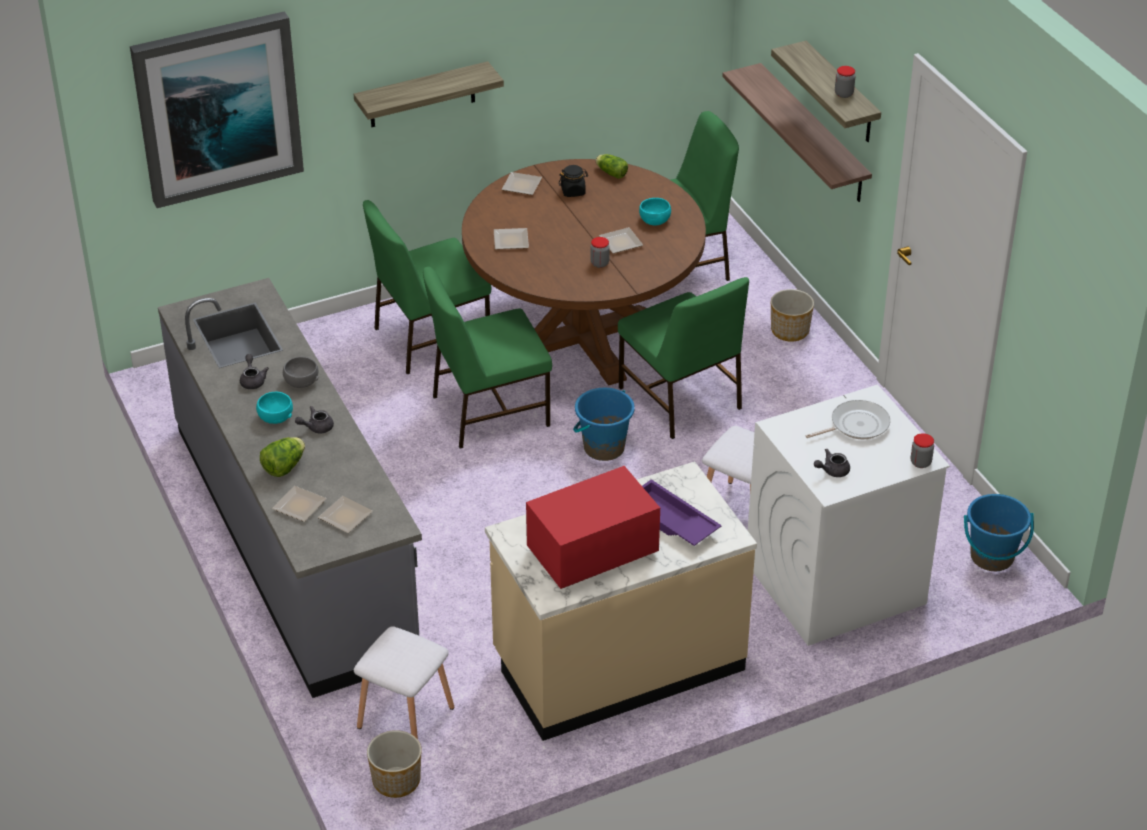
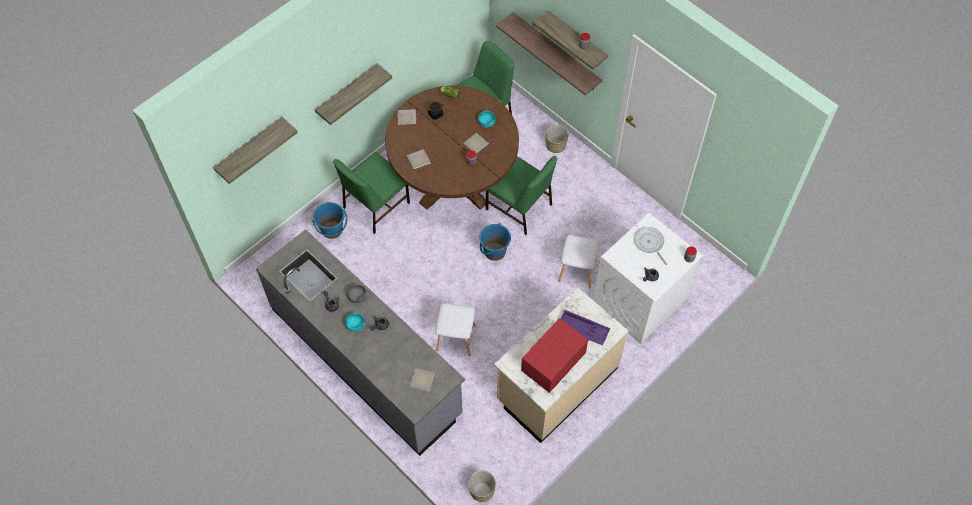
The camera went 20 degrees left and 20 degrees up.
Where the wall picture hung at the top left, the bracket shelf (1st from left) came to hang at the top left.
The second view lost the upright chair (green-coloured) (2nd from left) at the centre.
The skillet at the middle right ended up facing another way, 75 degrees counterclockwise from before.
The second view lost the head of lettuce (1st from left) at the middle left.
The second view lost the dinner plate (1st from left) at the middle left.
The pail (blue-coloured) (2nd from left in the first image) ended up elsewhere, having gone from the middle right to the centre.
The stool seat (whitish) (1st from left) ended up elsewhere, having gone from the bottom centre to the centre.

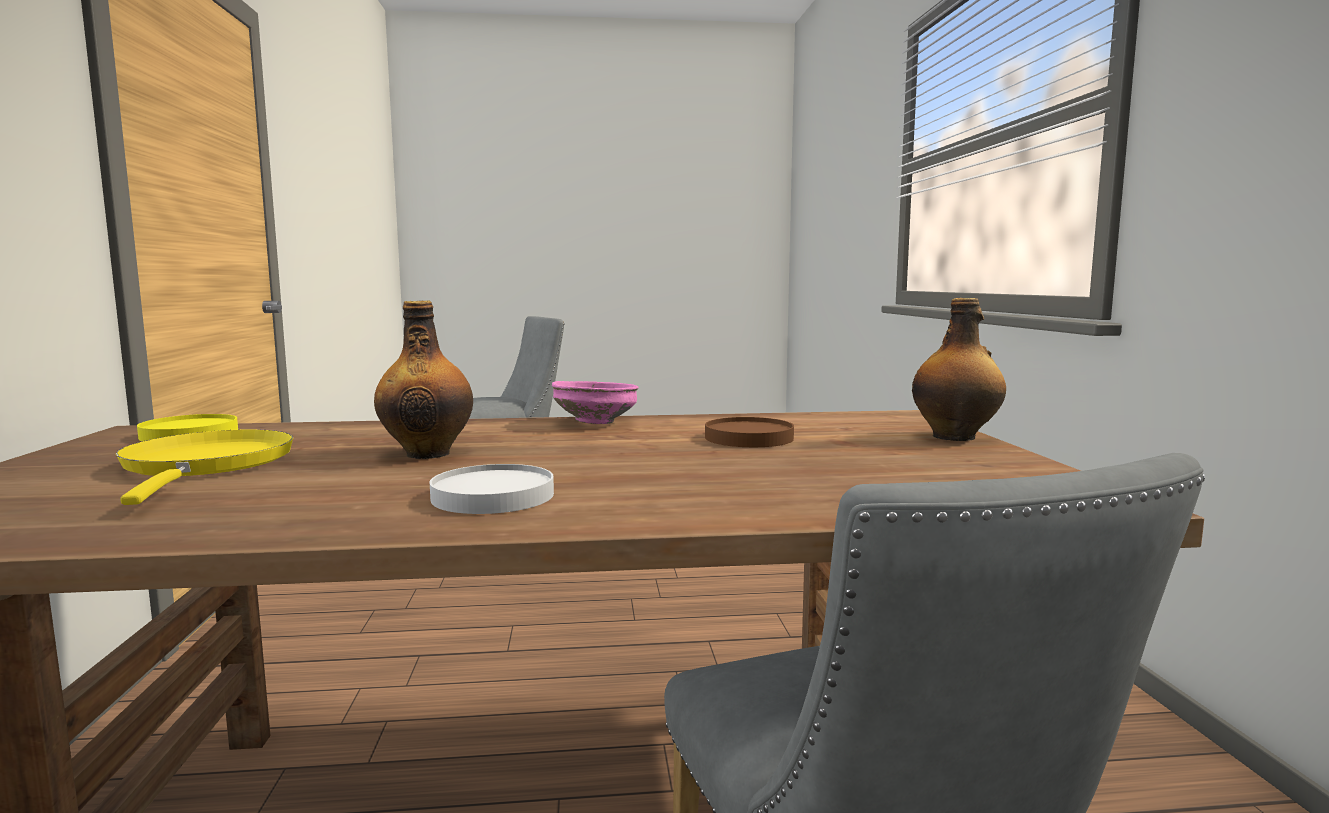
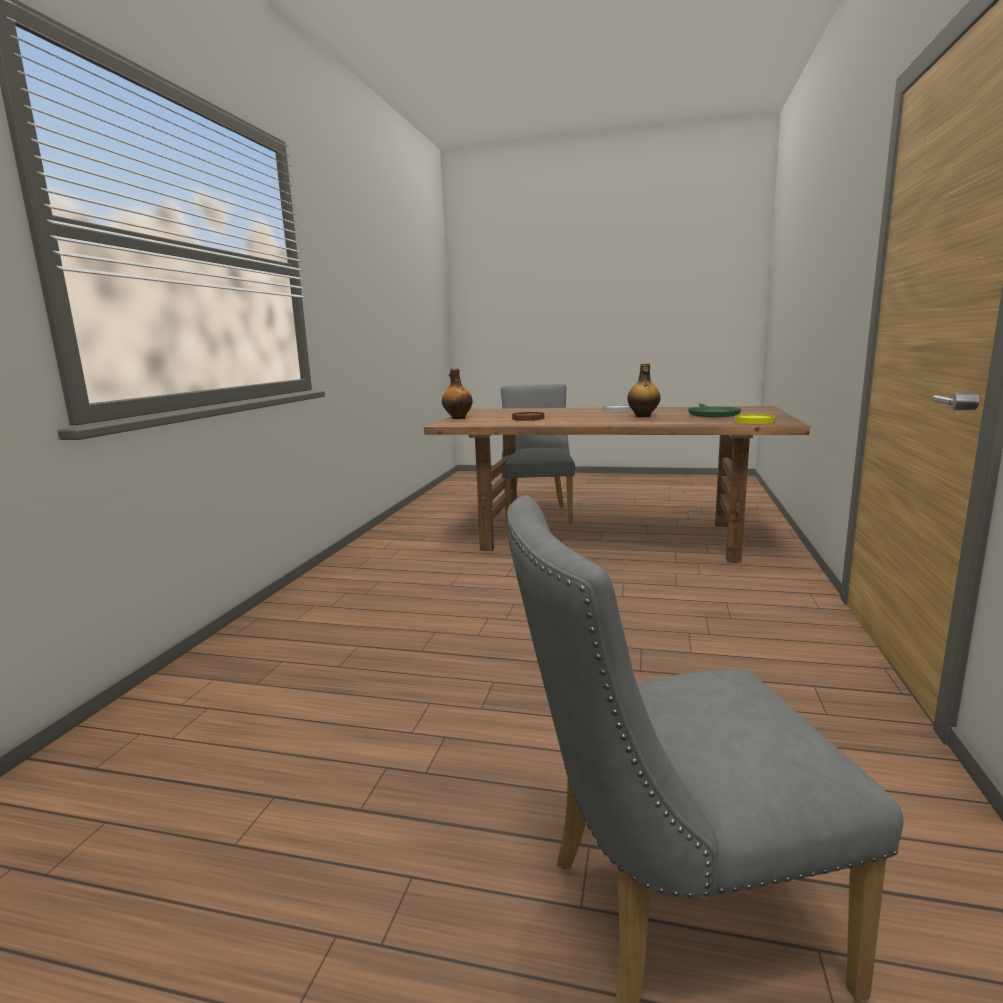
The camera went 160 degrees left and 5 degrees up.
The second view lost the serving bowl (pinkish) at the centre.
What was the skillet (yellow) at the middle left turned into the skillet (green-coloured) at the middle right.

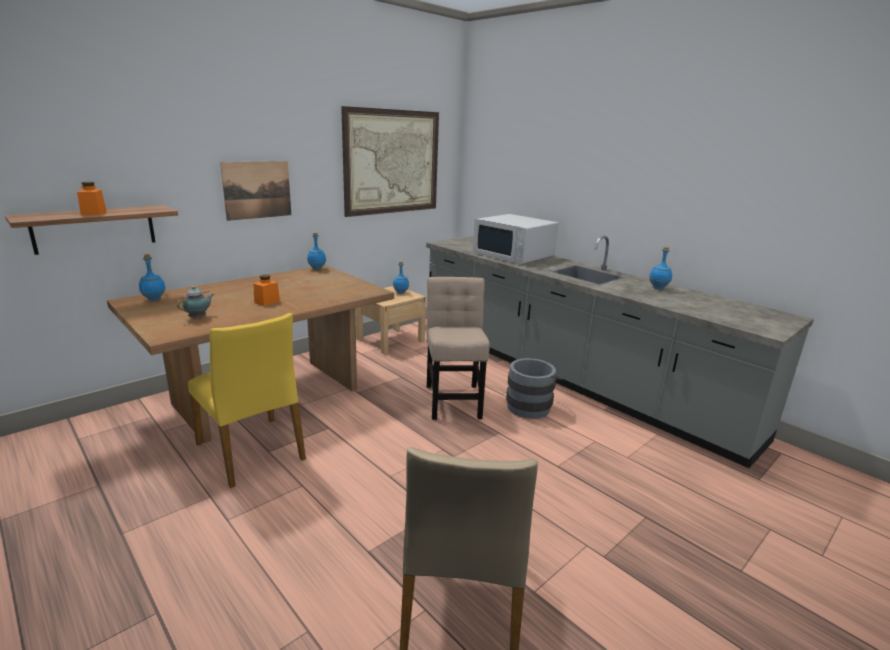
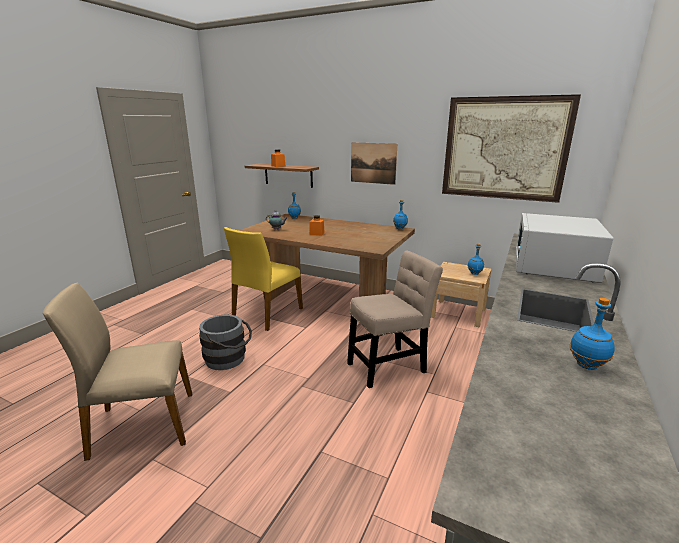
The camera went 70 degrees right and 0 degrees up.
The pail (greyish) ended up elsewhere, having gone from the centre to the middle left.

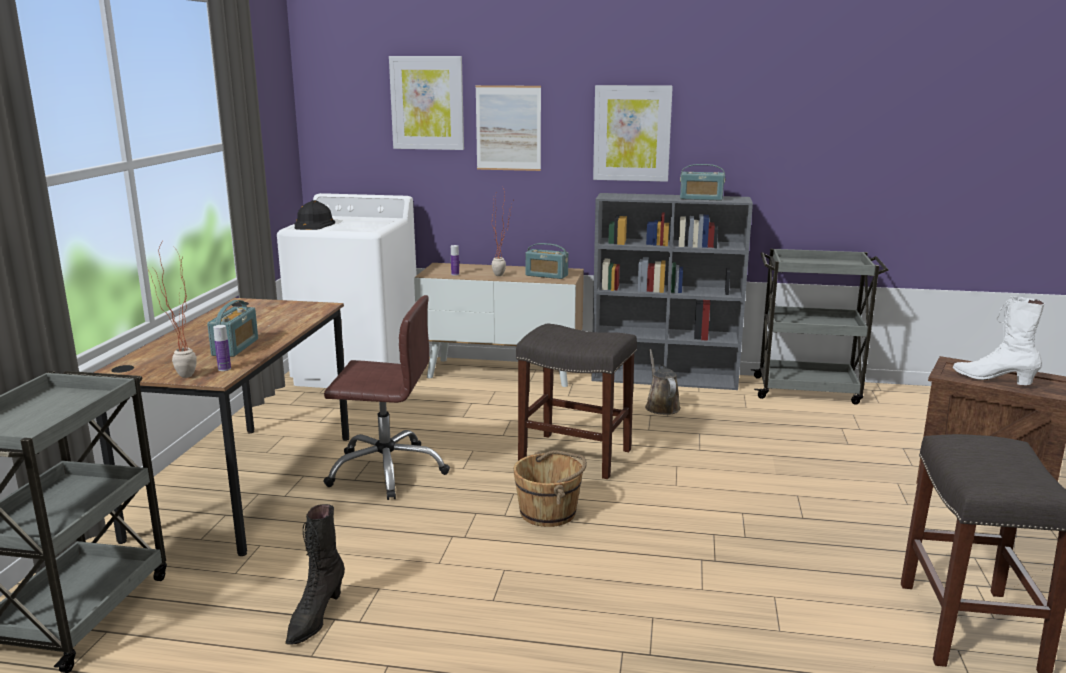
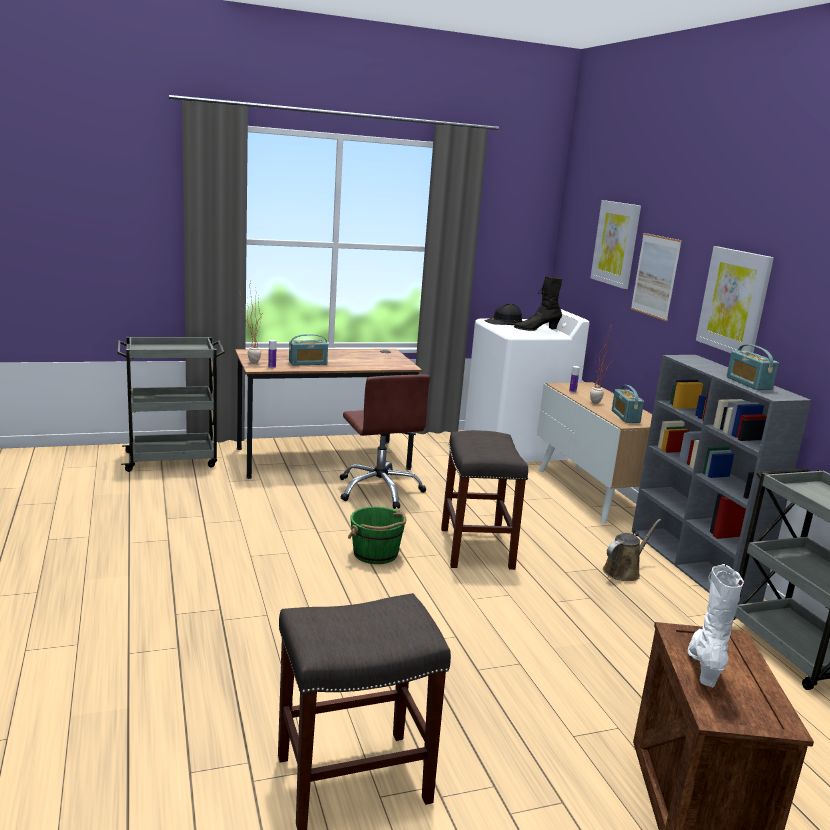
The camera went 60 degrees right and 0 degrees up.
What was the pail (brown-coloured) at the bottom centre turned into the pail (green-coloured) at the centre.
The high-top boot (black-coloured) ended up elsewhere, having gone from the bottom left to the centre.

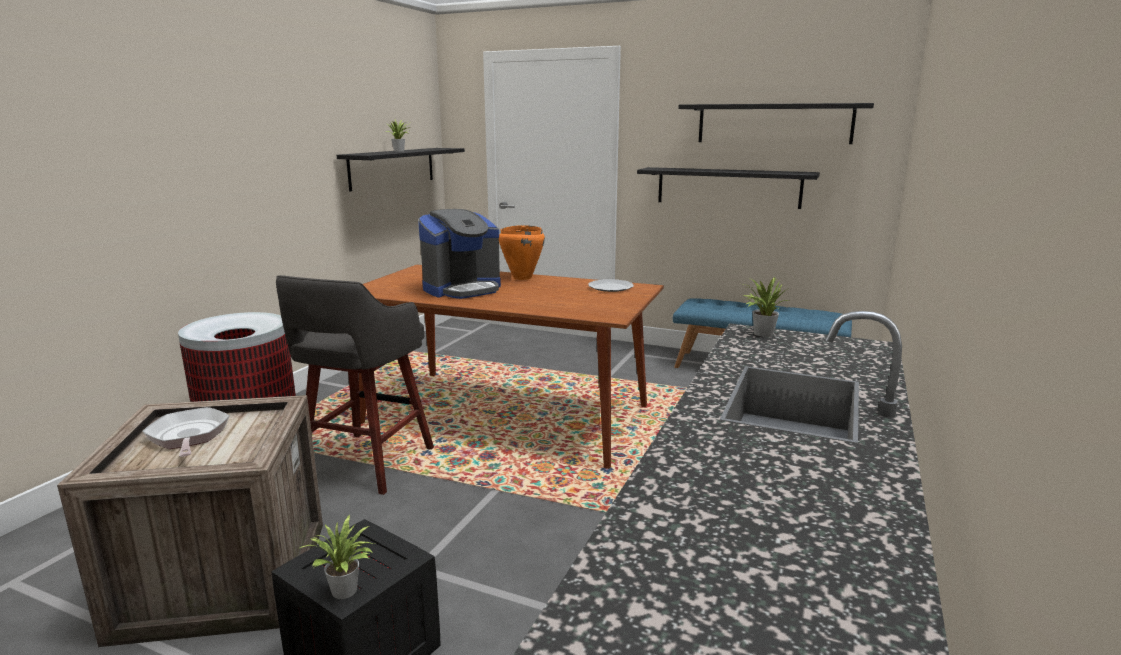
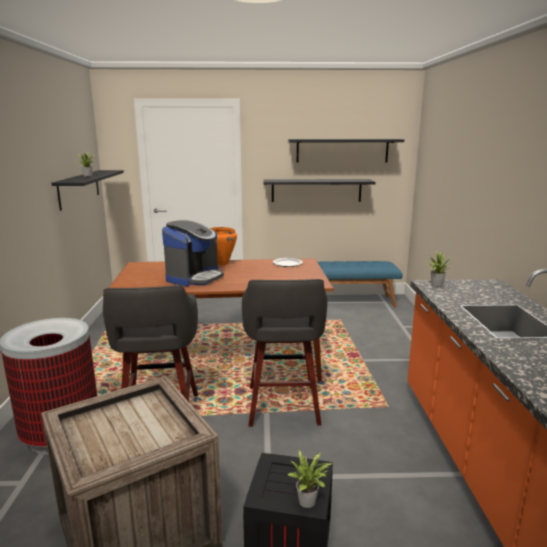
The camera went 25 degrees left and 0 degrees up.
The second view lost the skillet at the middle left.
The second view gained the stool seat (greyish) (2nd from left) at the centre.

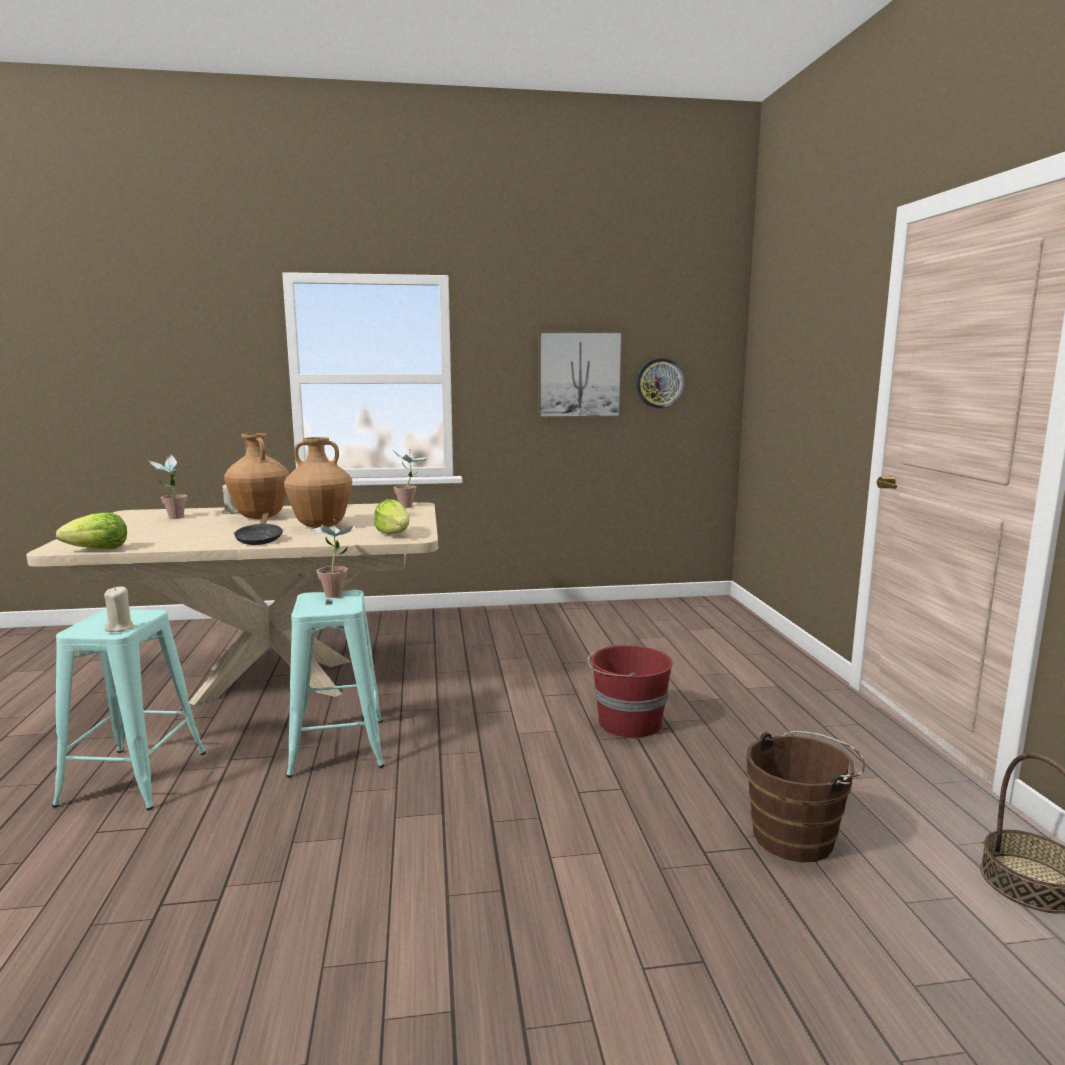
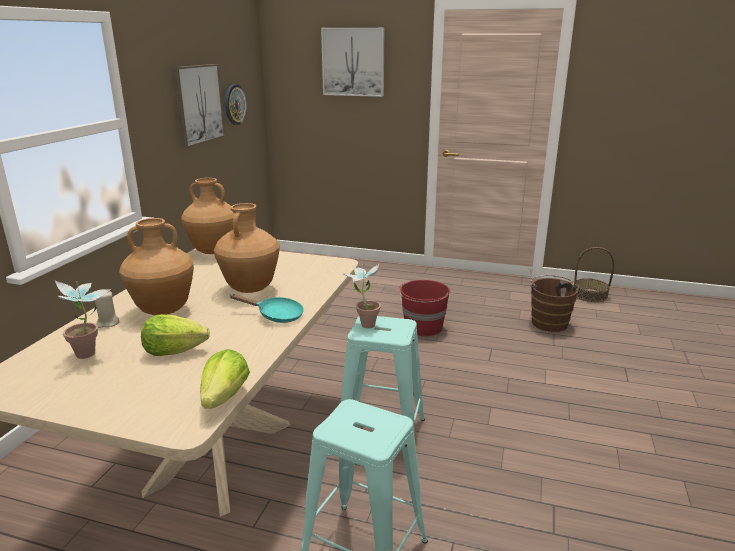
The camera went 65 degrees left and 10 degrees up.
Where the plant in a pot (3rd from left) stood at the centre, the flower vase (brown-coloured) (2nd from left) came to stand at the middle left.
The head of lettuce (2nd from left in the first image) ended up elsewhere, having gone from the centre to the middle left.
What was the skillet (black-coloured) at the middle left turned into the skillet (blue-green) at the centre.
The second view lost the candle (sand-coloured) (1st from left) at the middle left.
The second view gained the wall picture (2nd from left) at the top centre.

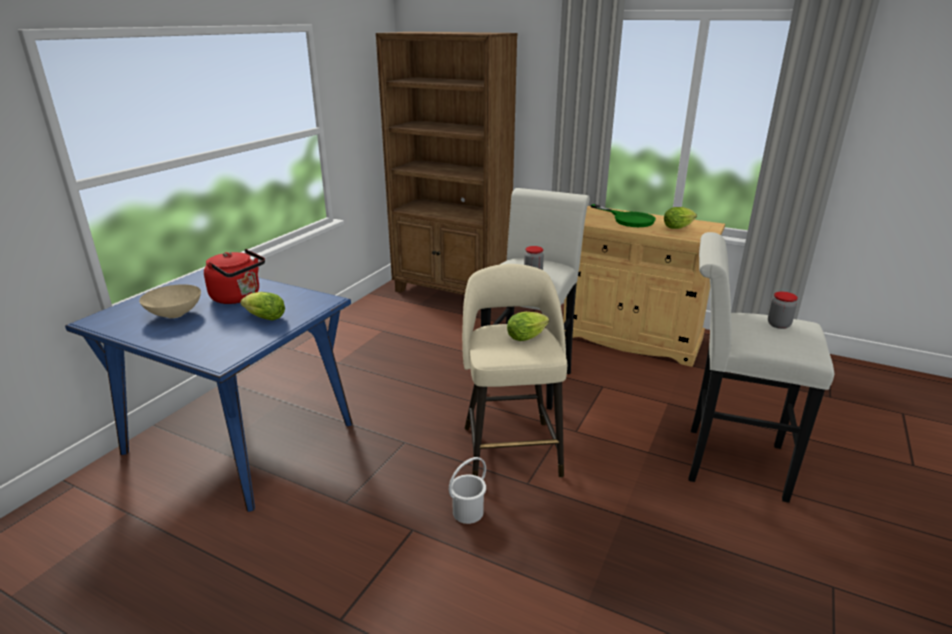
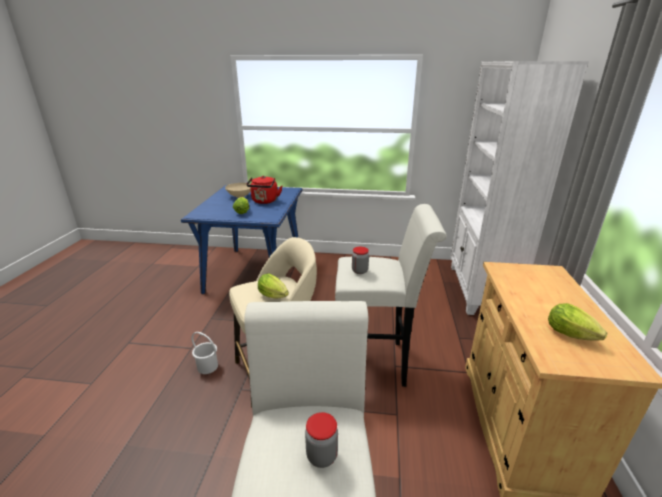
The camera went 70 degrees right and 0 degrees up.
What was the bookshelf (brown-coloured) at the top centre turned into the bookshelf (whitish) at the middle right.
The second view lost the skillet (green-coloured) at the centre.

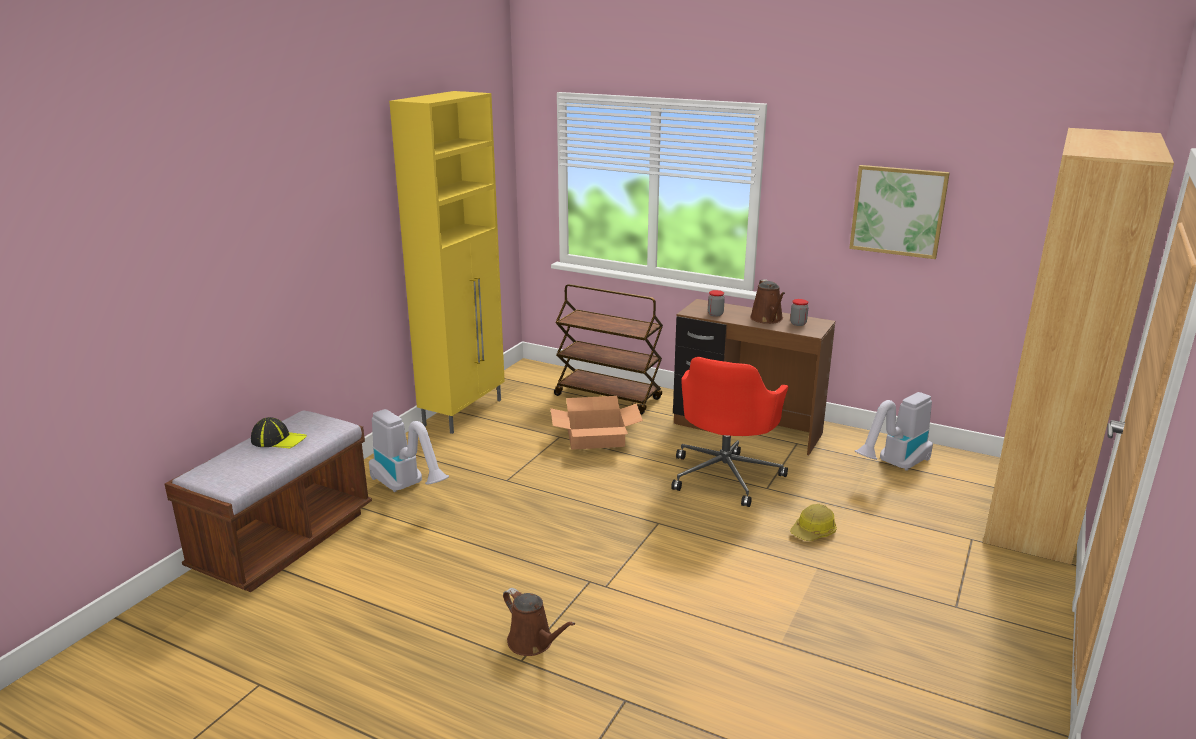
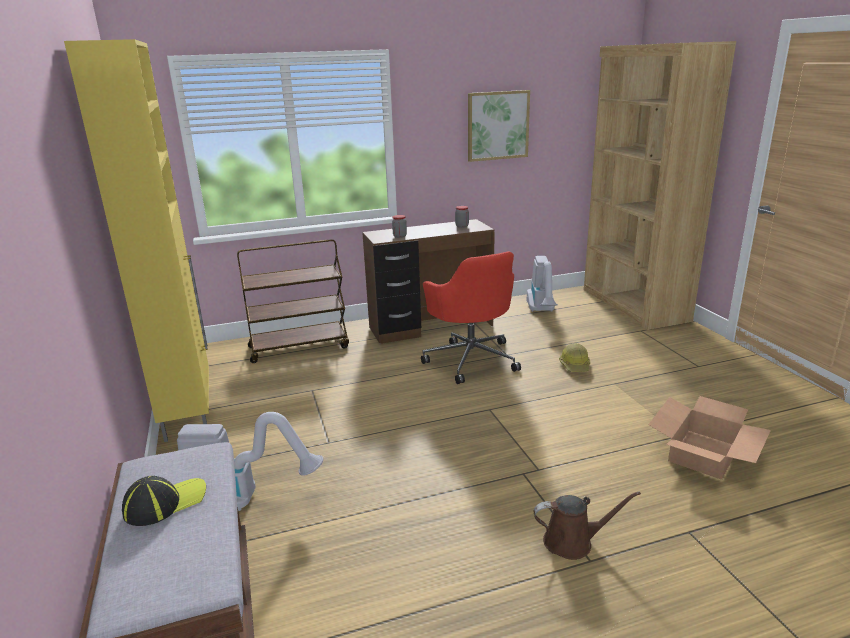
The camera went 45 degrees left and 0 degrees up.
The second view lost the sprinkling can (brown-coloured) (2nd from left) at the centre.
The carton ended up elsewhere, having gone from the centre to the bottom right.

